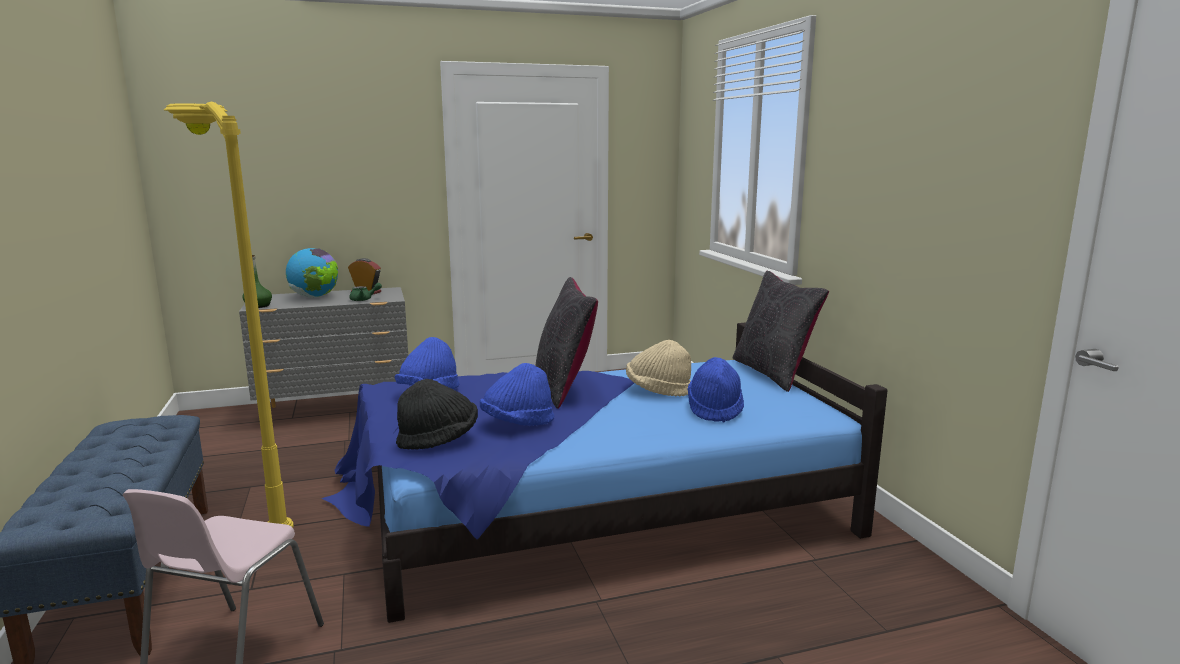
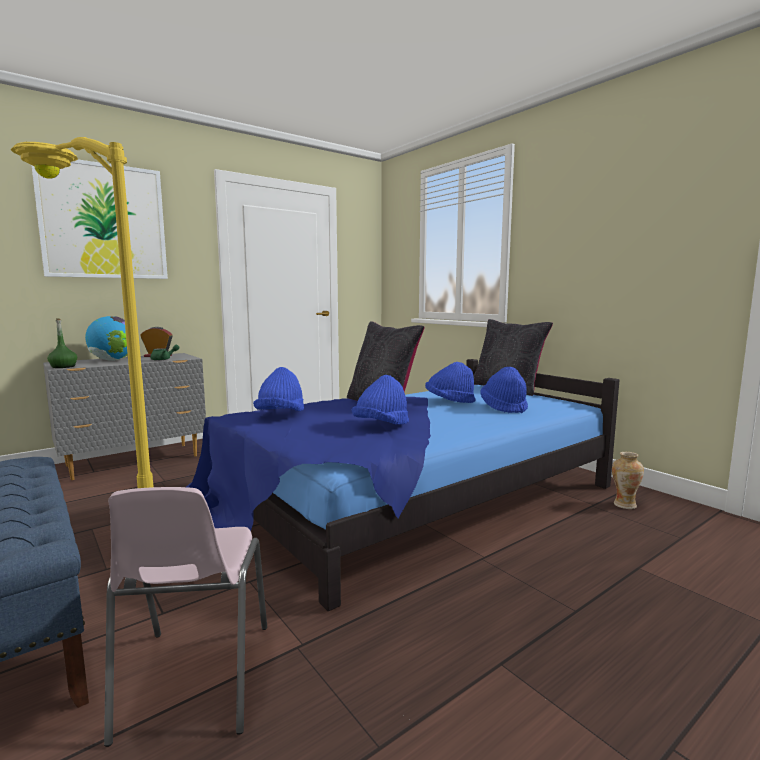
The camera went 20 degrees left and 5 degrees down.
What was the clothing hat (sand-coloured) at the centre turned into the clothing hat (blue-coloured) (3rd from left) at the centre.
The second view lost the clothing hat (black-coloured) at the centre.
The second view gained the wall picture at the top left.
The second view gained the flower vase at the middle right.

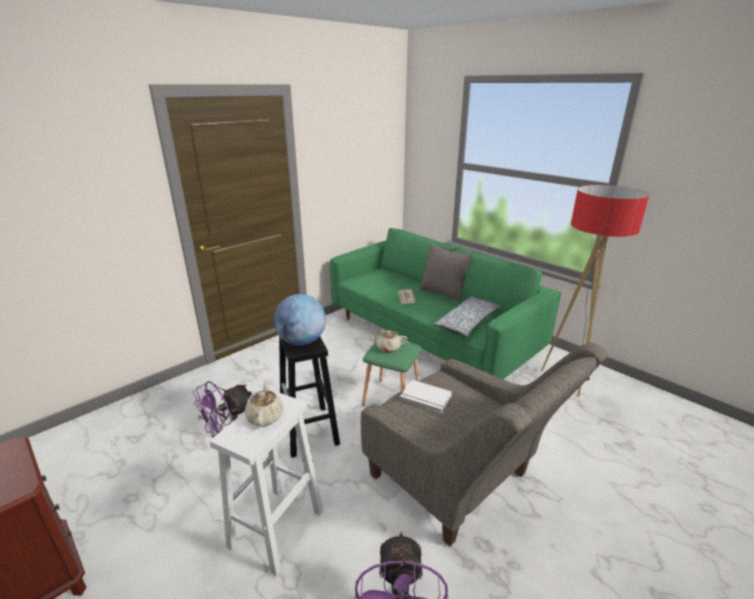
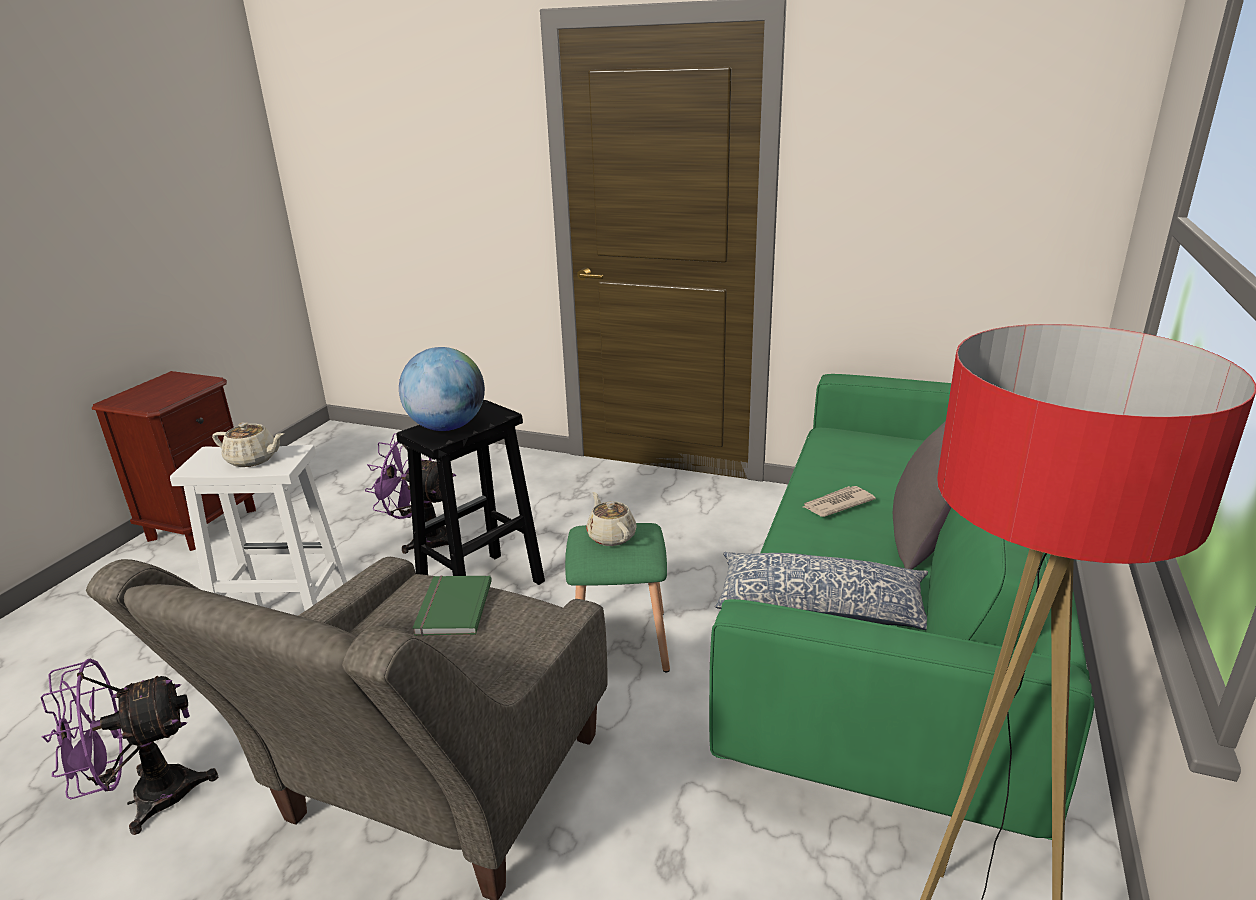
The camera went 65 degrees right and 0 degrees up.
The pot for tea (sand-coloured) (1st from left) at the bottom centre ended up facing another way, 45 degrees clockwise from before.
What was the bound book (whitish) at the centre turned into the bound book (green-coloured) at the bottom centre.

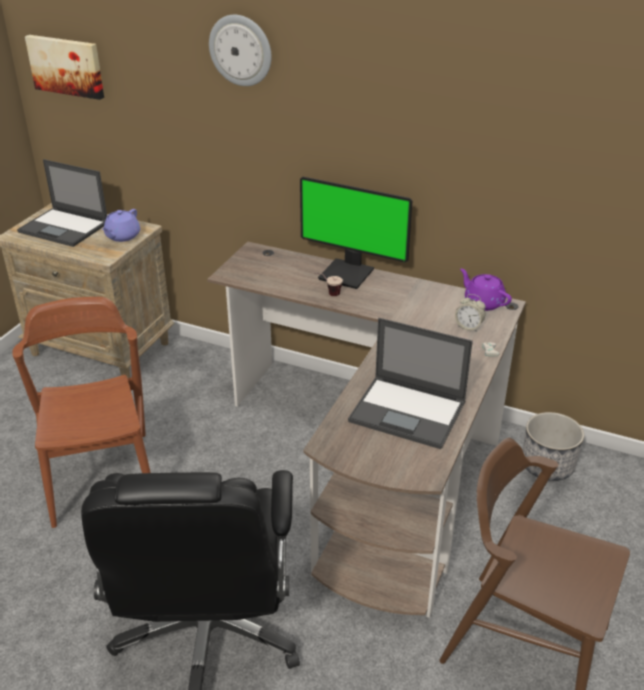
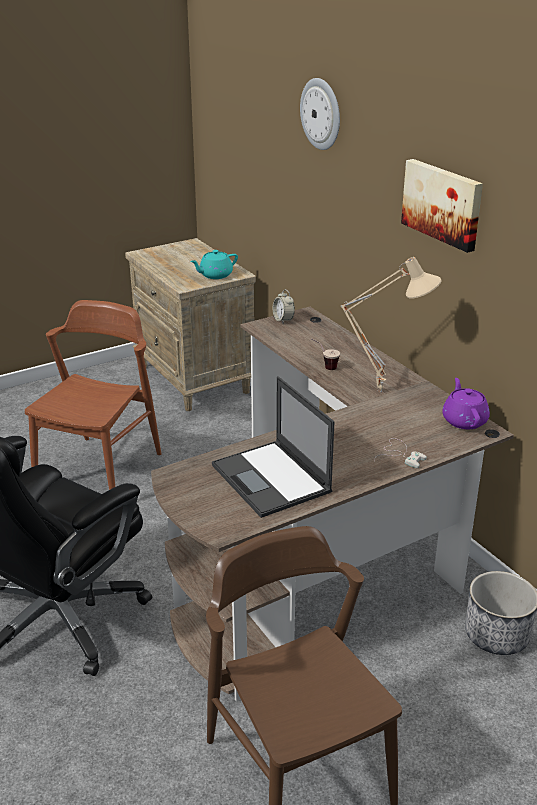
The camera went 35 degrees right and 5 degrees down.
The wall picture ended up elsewhere, having gone from the top left to the top right.
The second view lost the laptop (1st from left) at the top left.
The second view lost the computer display at the centre.
What was the pot for tea (purple-coloured) (1st from left) at the top left turned into the pot for tea (blue-green) at the top centre.
The table clock ended up elsewhere, having gone from the middle right to the centre.
The second view gained the lamp for a table (sand-coloured) at the middle right.

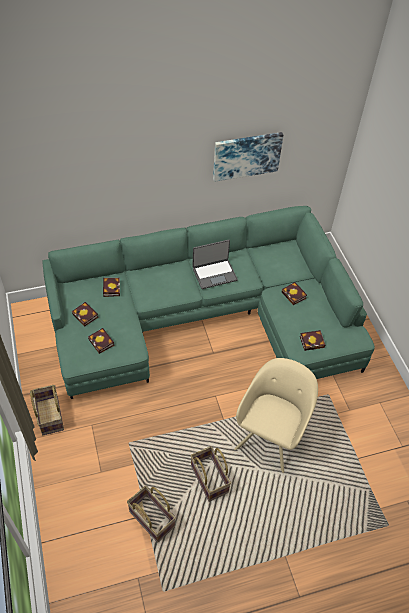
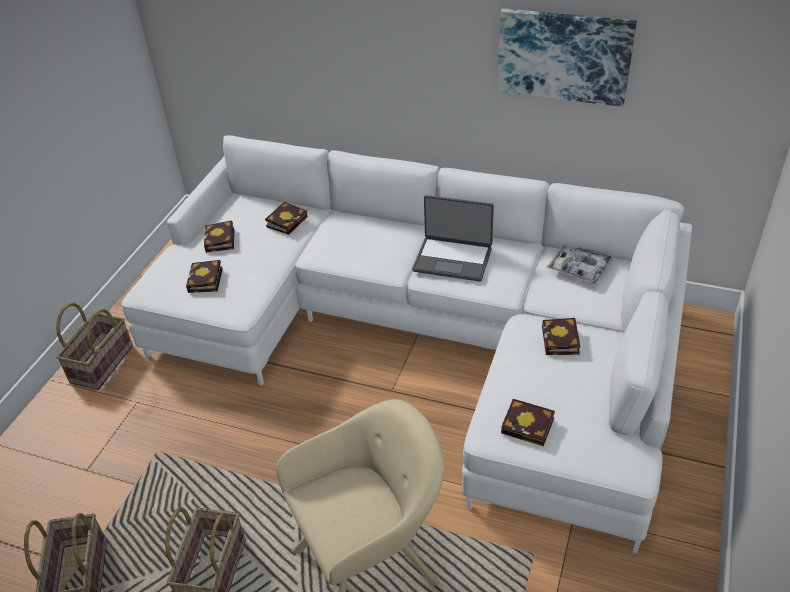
The camera went 40 degrees right and 10 degrees down.
What was the couch (green-coloured) at the centre turned into the couch (whitish) at the centre.
The second view gained the tray at the middle right.

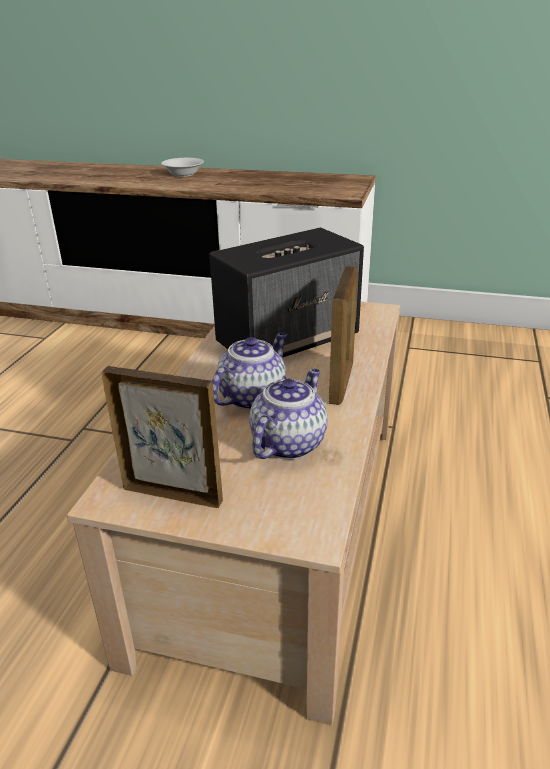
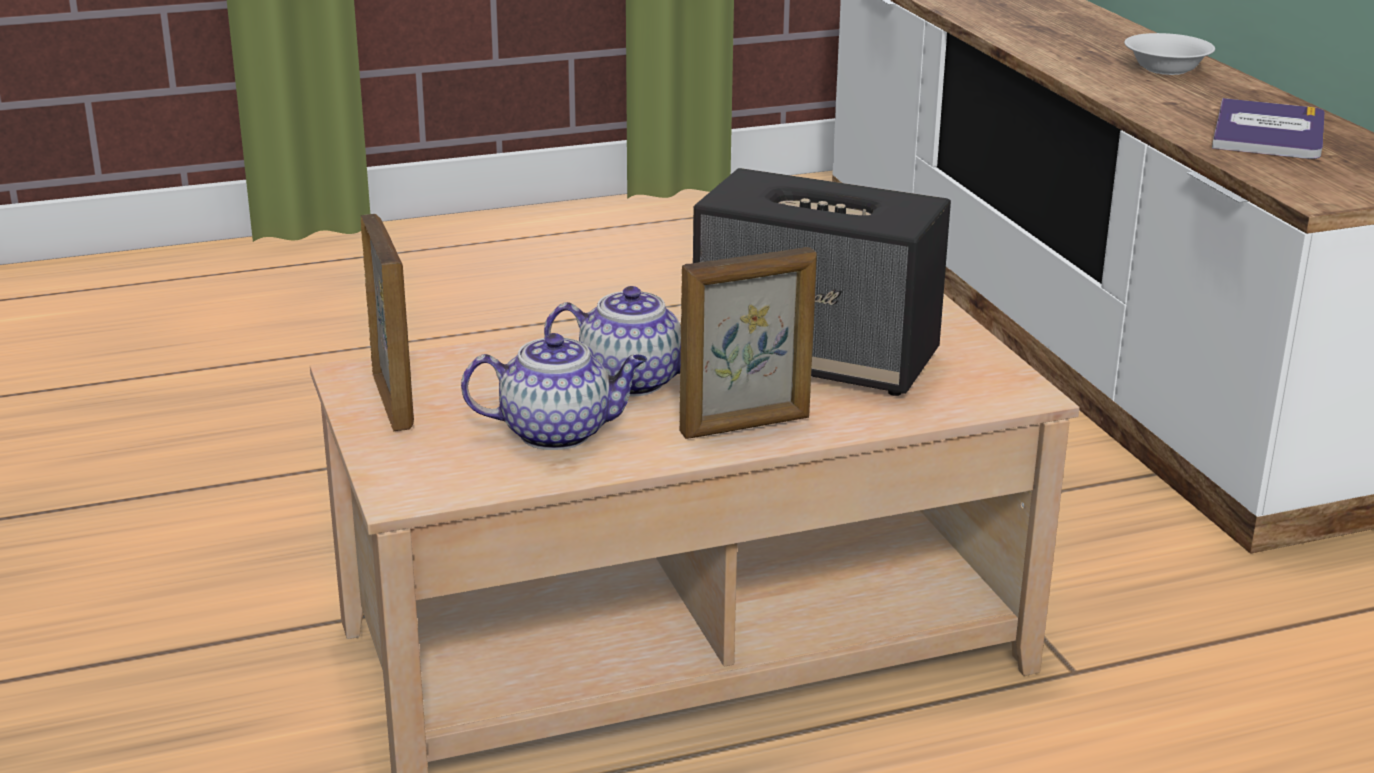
The camera went 55 degrees right and 5 degrees down.
The second view gained the bound book at the top right.

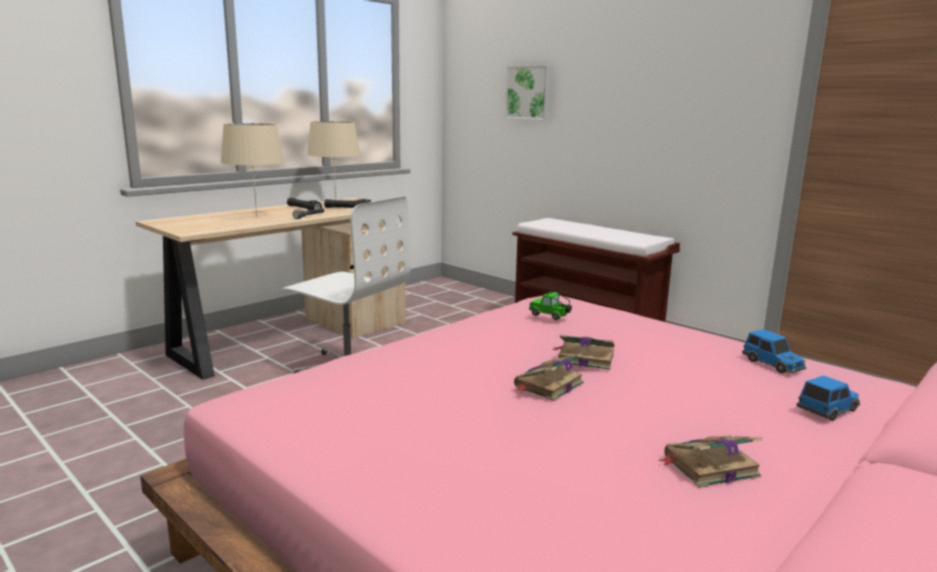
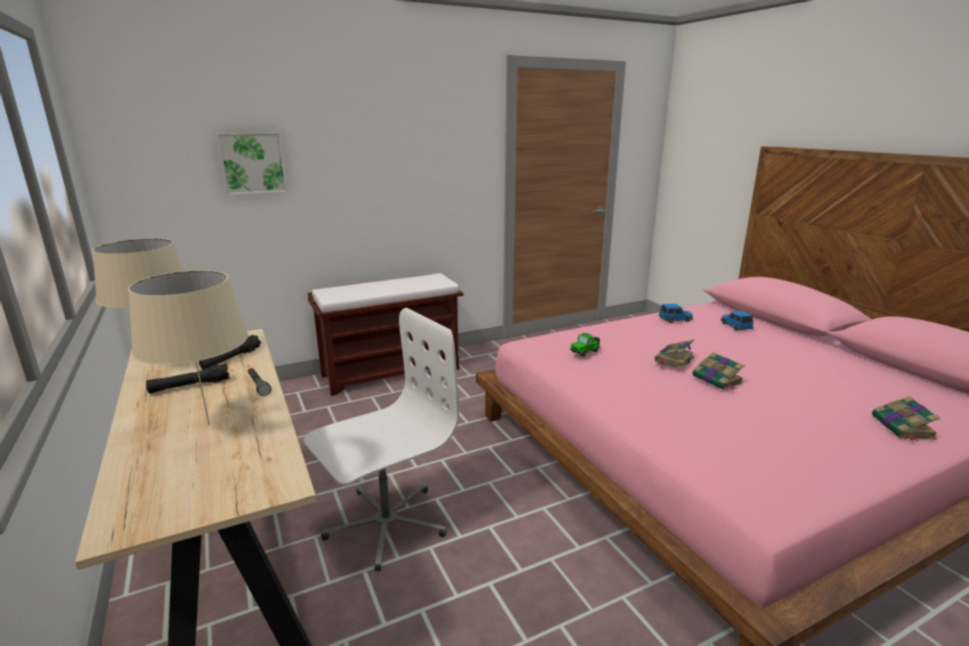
The camera went 70 degrees left and 5 degrees up.
The bound book (3rd from left) ended up elsewhere, having gone from the bottom right to the middle right.

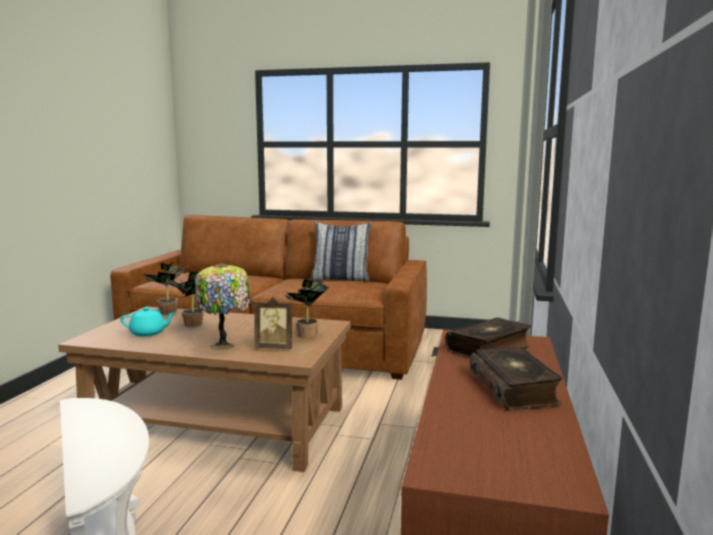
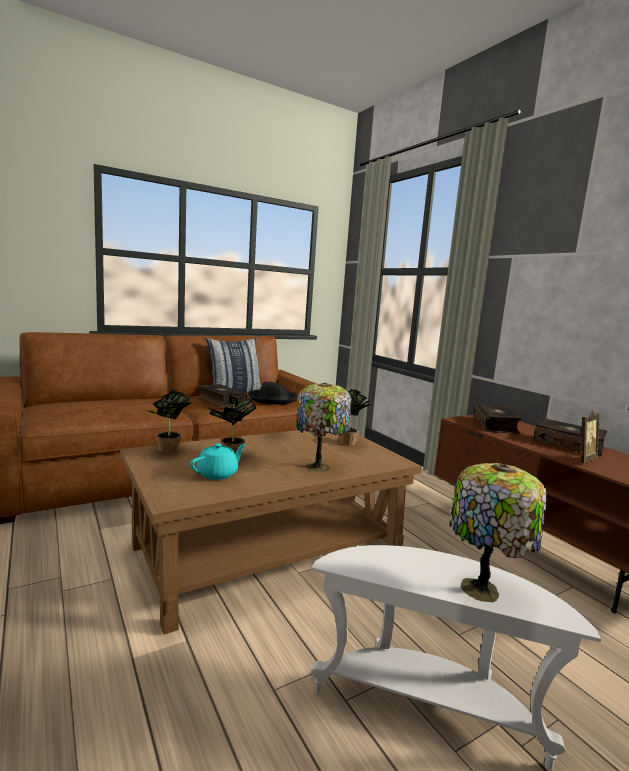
The camera went 45 degrees left and 0 degrees up.
The picture frame ended up elsewhere, having gone from the centre to the middle right.
The second view gained the clothing hat (black-coloured) at the centre.
The second view gained the bound book (1st from left) at the centre.
The second view gained the lamp for a table (2nd from left) at the bottom right.

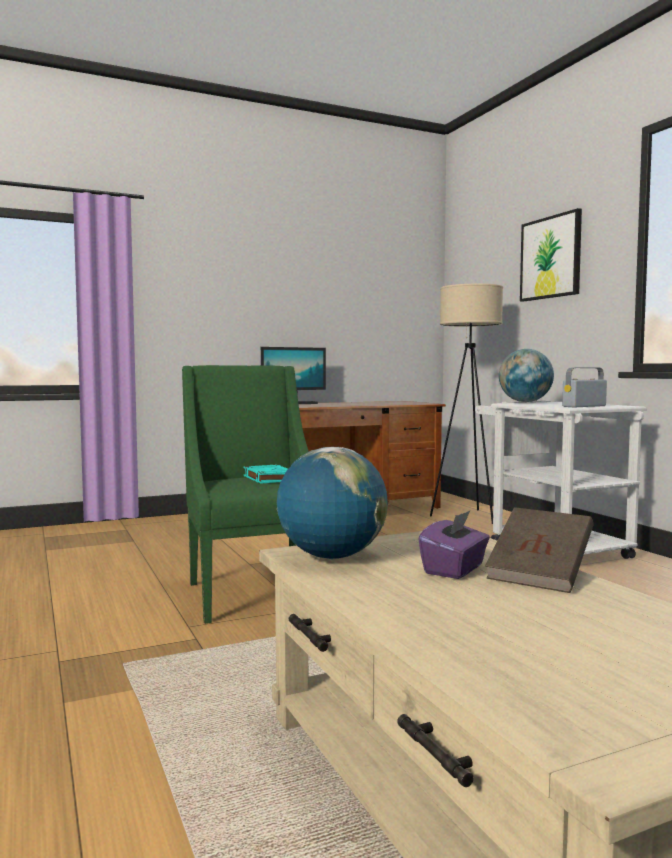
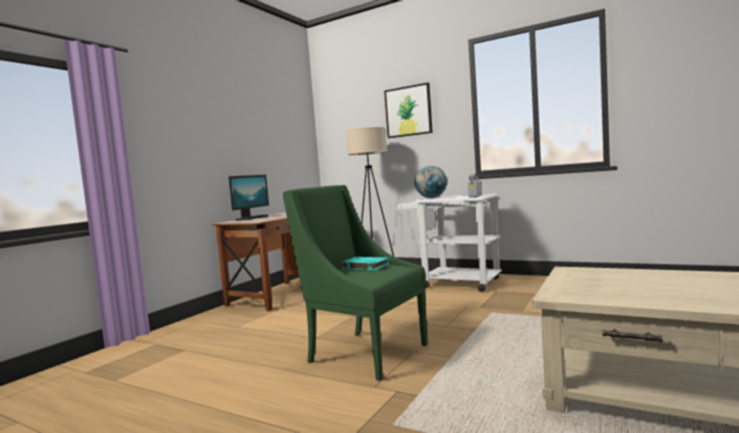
The camera went 35 degrees left and 0 degrees up.
The second view lost the desk globe (1st from left) at the centre.
The second view lost the bound book (brown-coloured) at the middle right.
The second view lost the box of tissues (purple-coloured) at the middle right.

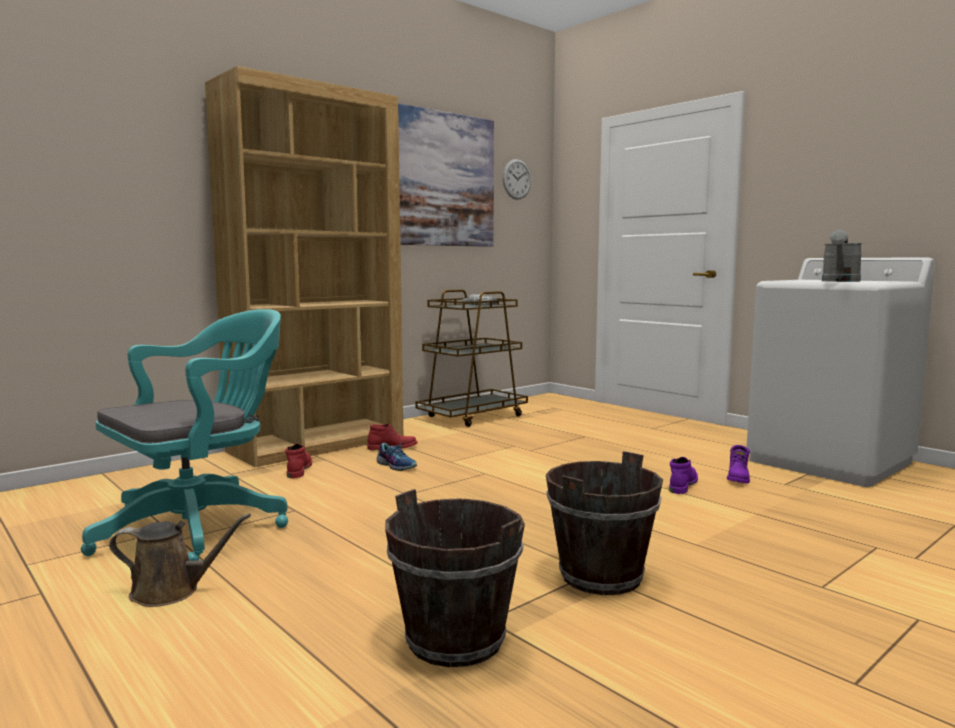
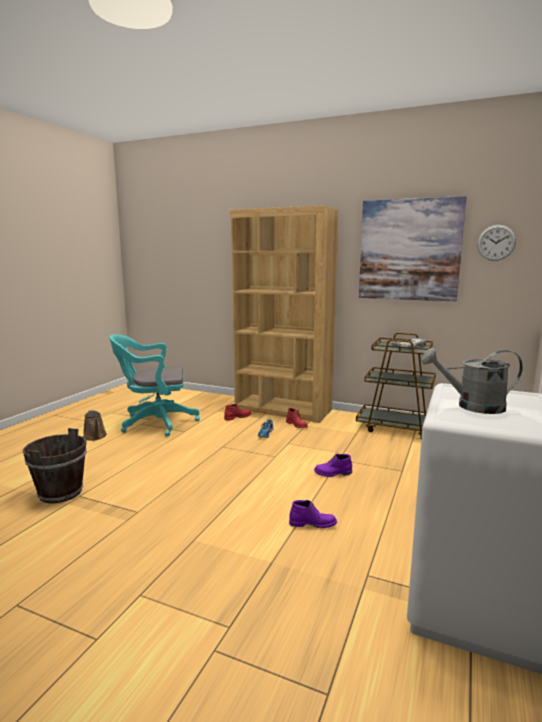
The camera went 65 degrees right and 5 degrees up.
The office chair (blue-green) at the middle left ended up facing another way, 150 degrees clockwise from before.
The high-top boot (purple-coloured) (2nd from left) ended up elsewhere, having gone from the middle right to the centre.
The second view lost the pail (brown-coloured) (2nd from left) at the bottom centre.

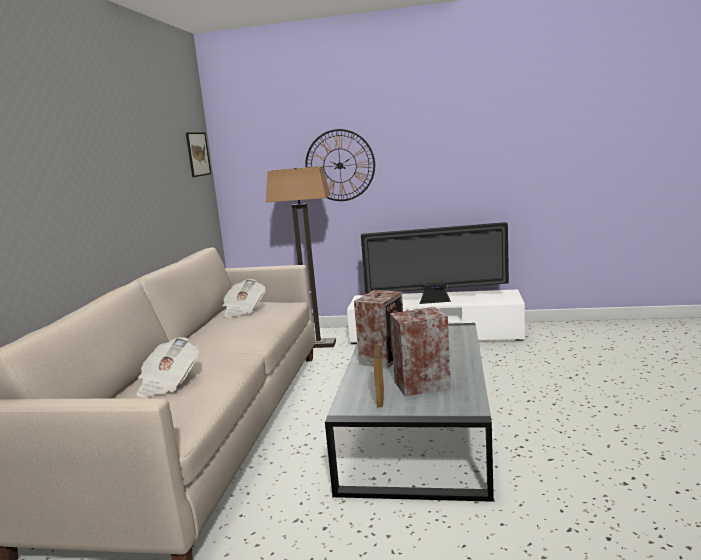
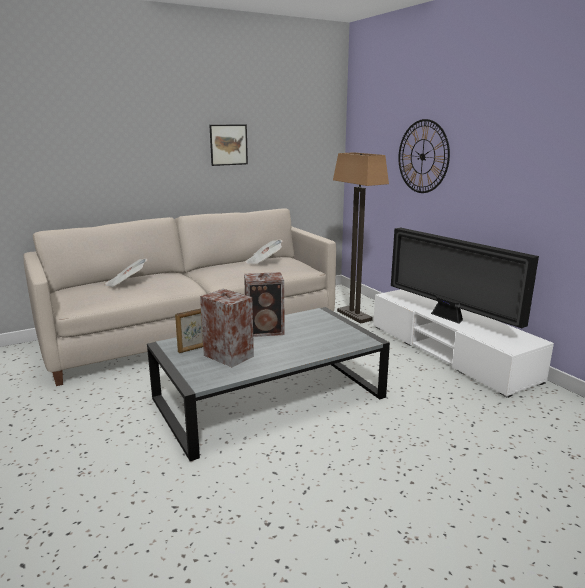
The camera went 50 degrees right and 5 degrees up.
The wall picture ended up elsewhere, having gone from the top left to the top centre.

